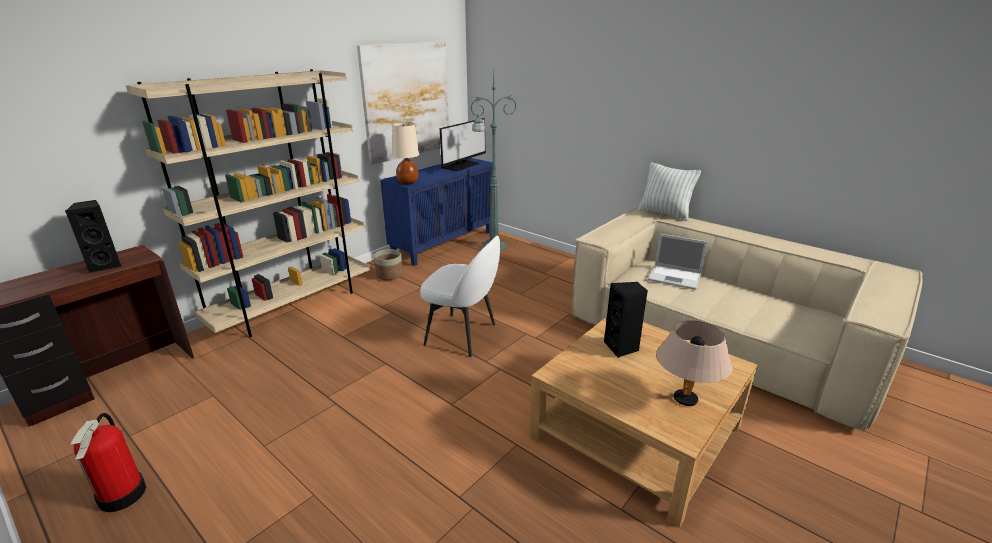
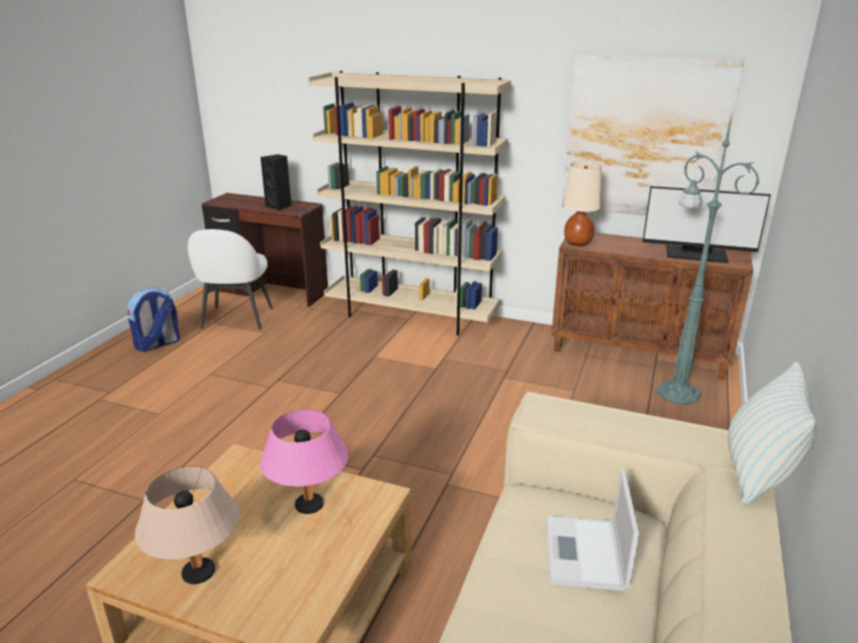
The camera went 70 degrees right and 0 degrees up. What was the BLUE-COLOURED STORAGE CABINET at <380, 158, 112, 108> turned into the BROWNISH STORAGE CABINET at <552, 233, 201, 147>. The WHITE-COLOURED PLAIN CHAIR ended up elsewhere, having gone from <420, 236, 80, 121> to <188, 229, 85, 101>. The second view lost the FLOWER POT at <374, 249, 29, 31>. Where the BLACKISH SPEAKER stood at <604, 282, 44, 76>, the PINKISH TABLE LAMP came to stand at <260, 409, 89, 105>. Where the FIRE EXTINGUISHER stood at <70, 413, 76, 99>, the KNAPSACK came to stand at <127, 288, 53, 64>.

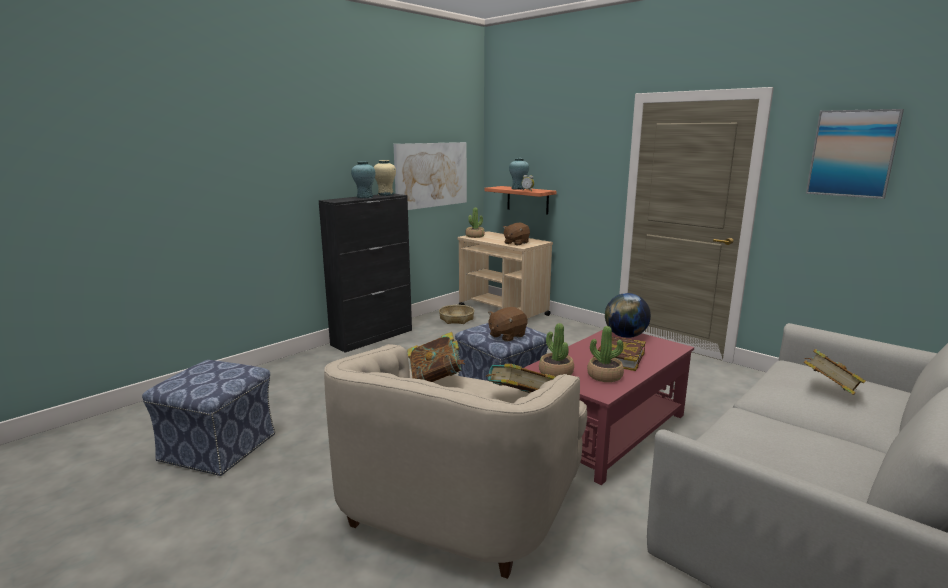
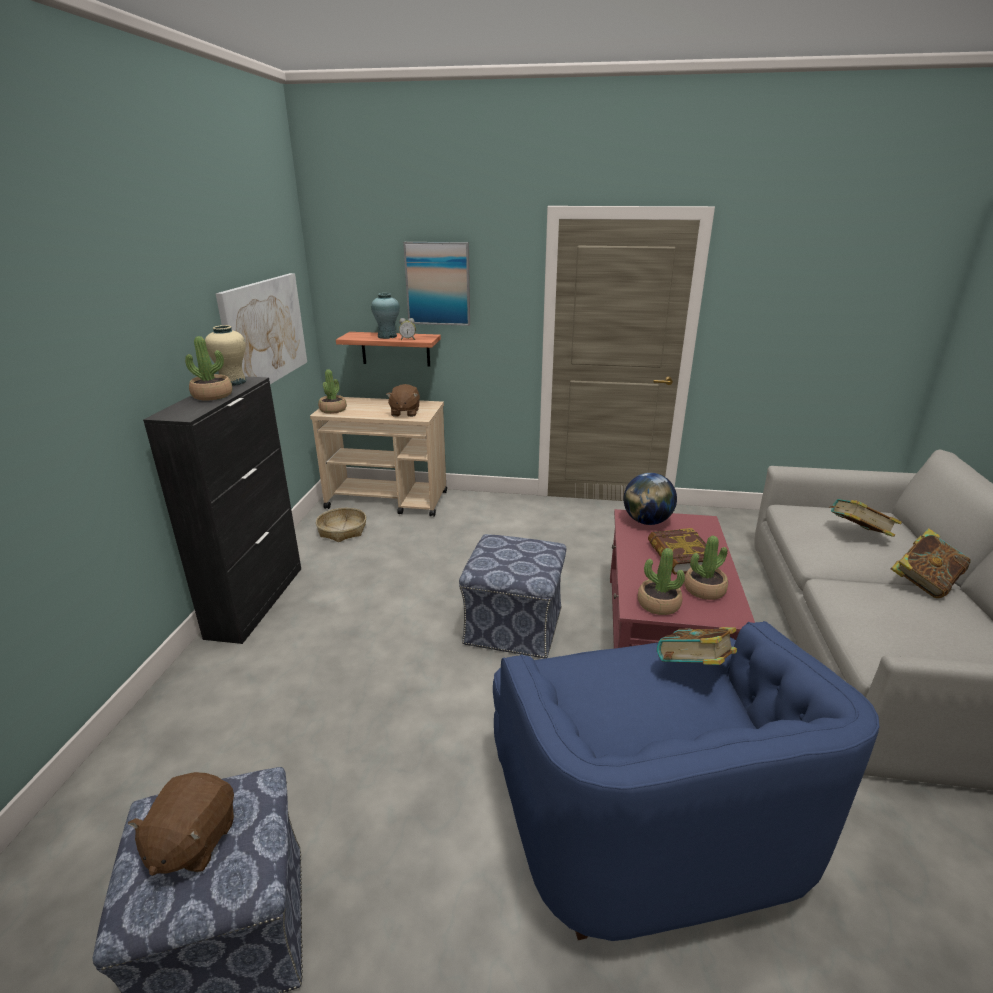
The camera went 35 degrees left and 10 degrees up. The PICTURE ended up elsewhere, having gone from <806, 109, 98, 90> to <403, 242, 67, 84>. Where the TURQUOISE-COLOURED FLOWER VASE stood at <351, 161, 25, 37>, the PLANT IN A POT came to stand at <185, 336, 47, 65>. The BROWNISH SOFT TOY ended up elsewhere, having gone from <488, 307, 40, 35> to <128, 772, 106, 104>. The BOOK ended up elsewhere, having gone from <407, 332, 58, 50> to <891, 528, 80, 70>. What was the BEIGE EASY CHAIR at <324, 344, 263, 235> turned into the BLUE-COLOURED EASY CHAIR at <493, 621, 386, 320>.

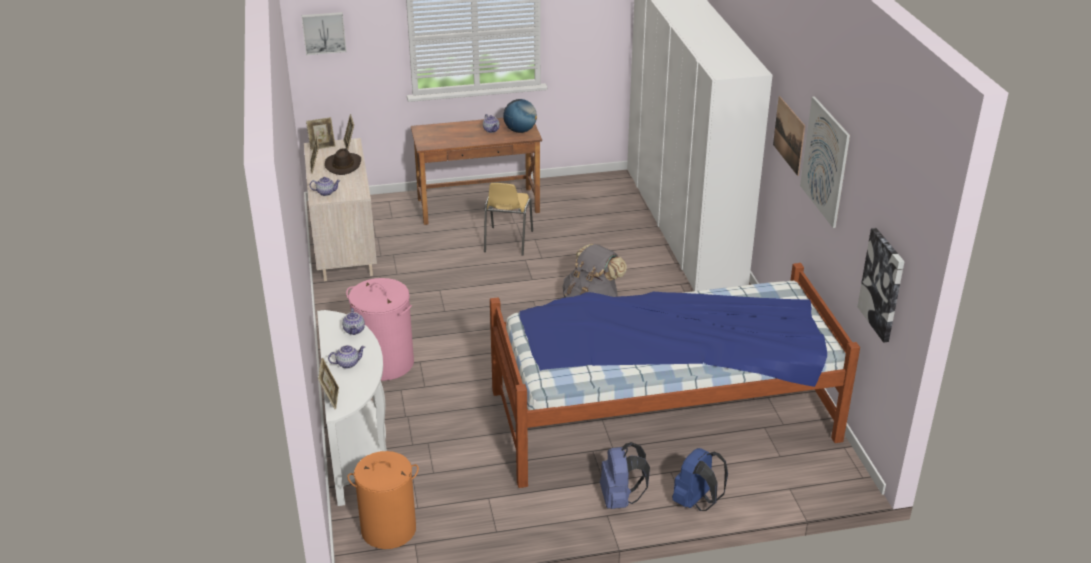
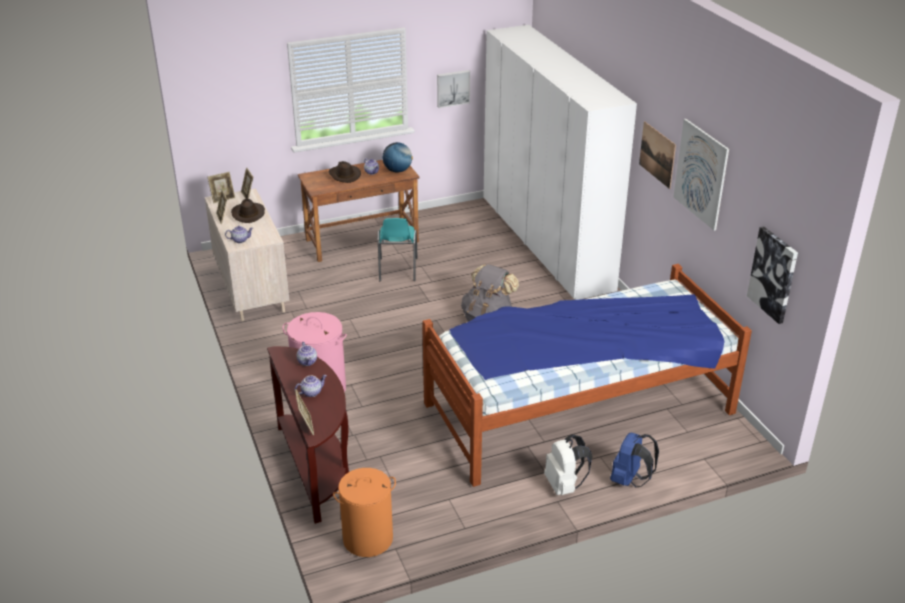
The camera went 10 degrees left and 0 degrees up. The PICTURE ended up elsewhere, having gone from <302, 12, 45, 43> to <437, 70, 33, 38>. What was the YELLOWISH PLAIN CHAIR at <484, 183, 49, 73> turned into the TURQUOISE-COLOURED PLAIN CHAIR at <378, 218, 40, 63>. What was the WHITE-COLOURED NARROW TABLE at <317, 310, 70, 196> turned into the BROWNISH NARROW TABLE at <267, 346, 82, 178>. What was the BLUE-COLOURED KNAPSACK at <600, 442, 50, 67> turned into the WHITE-COLOURED KNAPSACK at <544, 434, 48, 61>. The second view gained the BROWNISH HAT at <329, 161, 32, 22>.

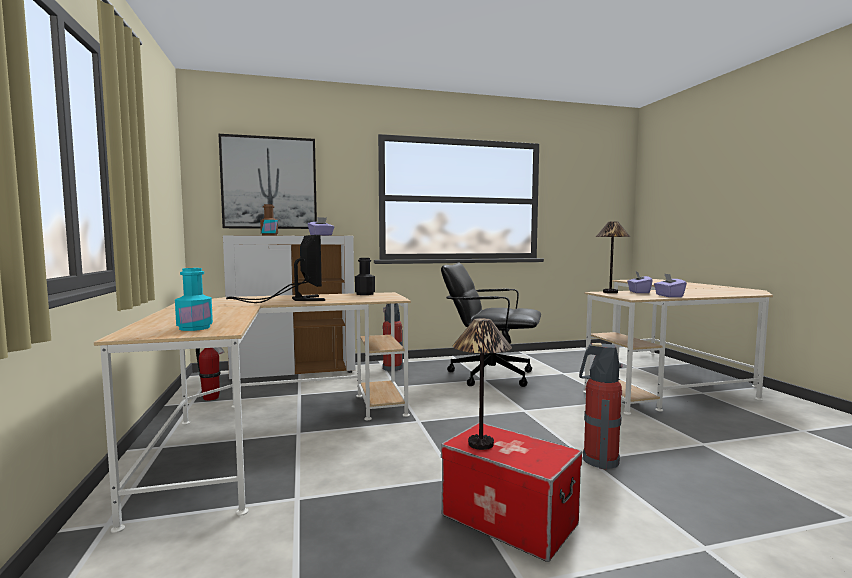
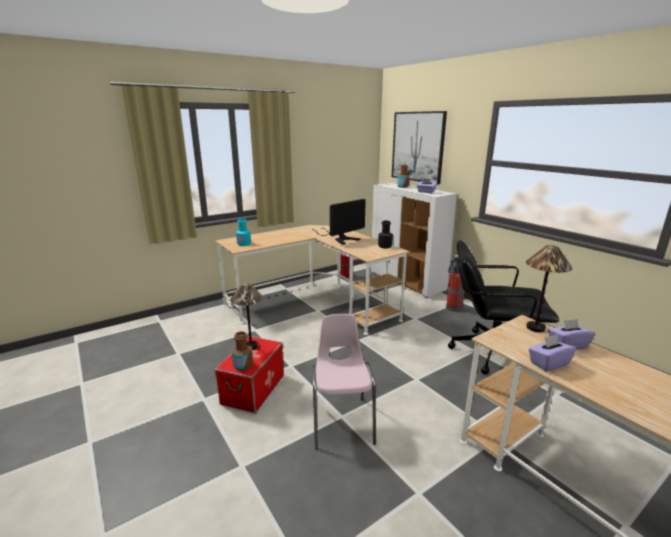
The camera went 70 degrees right and 15 degrees up. The BLACKISH DESK CHAIR at <441, 263, 100, 124> ended up facing another way, 75 degrees counterclockwise from before. Where the FIRE EXTINGUISHER stood at <579, 343, 44, 127>, the PINKISH PLAIN CHAIR came to stand at <312, 314, 64, 136>. The second view gained the BROWNISH BEVERAGE BOTTLE at <232, 331, 21, 40>.

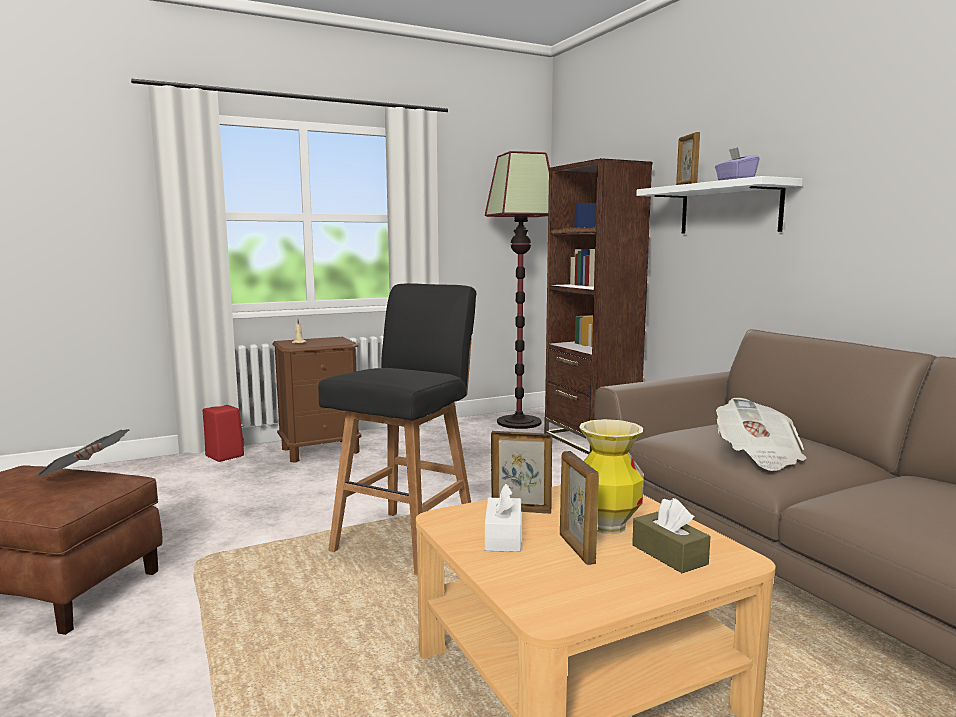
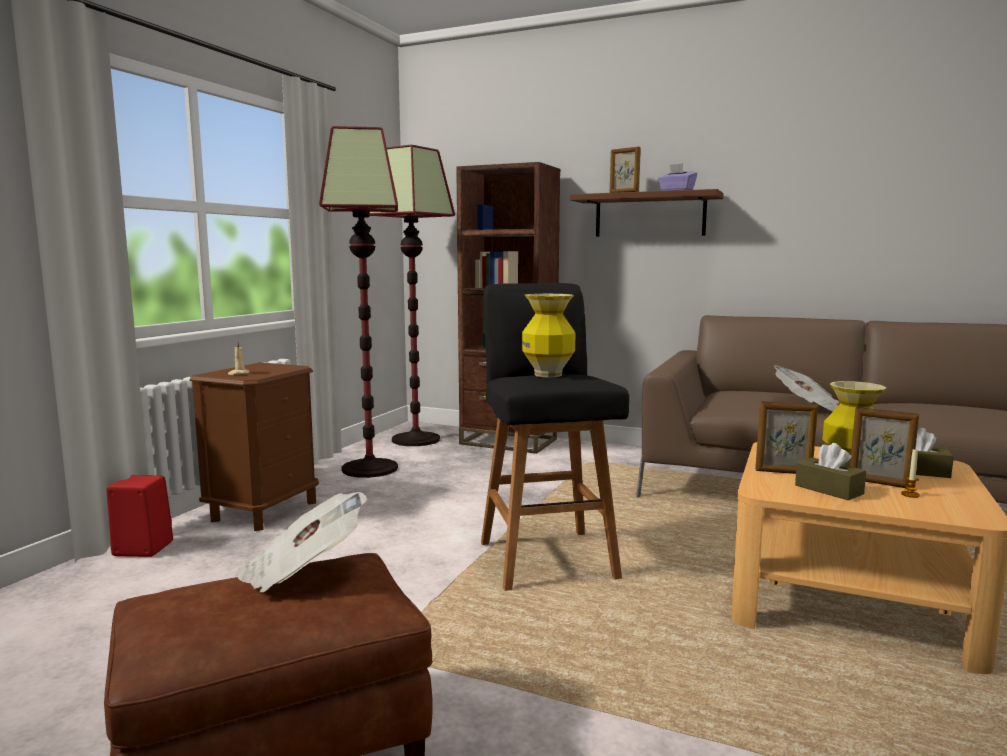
The camera went 40 degrees left and 0 degrees up. What was the WHITE-COLOURED BRACKET SHELF at <636, 176, 167, 57> turned into the BROWNISH BRACKET SHELF at <570, 189, 154, 48>. The PHOTO FRAME at <491, 431, 61, 83> ended up facing another way, 135 degrees counterclockwise from before. What was the WHITE-COLOURED BOX OF TISSUES at <485, 484, 36, 68> turned into the BROWNISH BOX OF TISSUES at <795, 443, 71, 57>. The second view gained the FLOOR LAMP at <319, 126, 79, 352>. The second view gained the FLOWER VASE at <522, 294, 54, 83>. The second view gained the WAX LIGHT at <901, 448, 19, 50>.

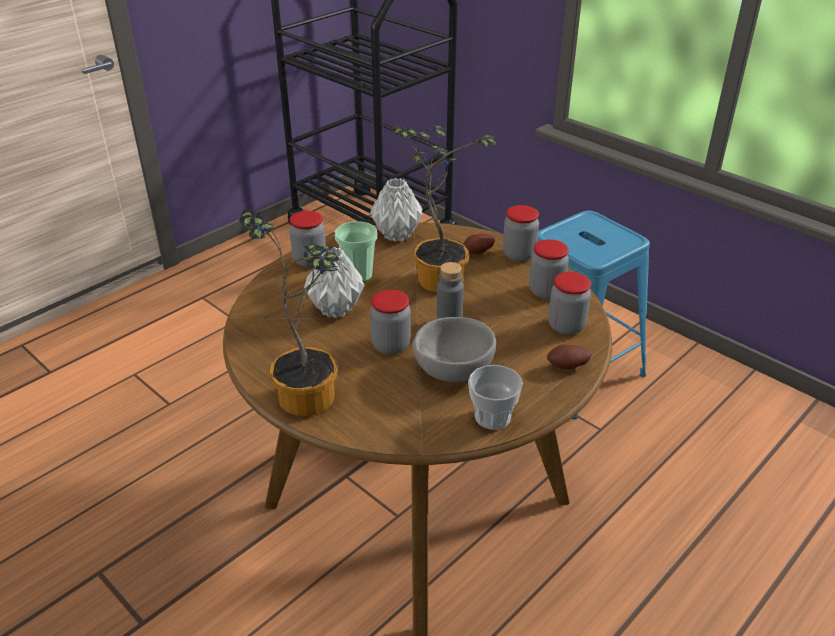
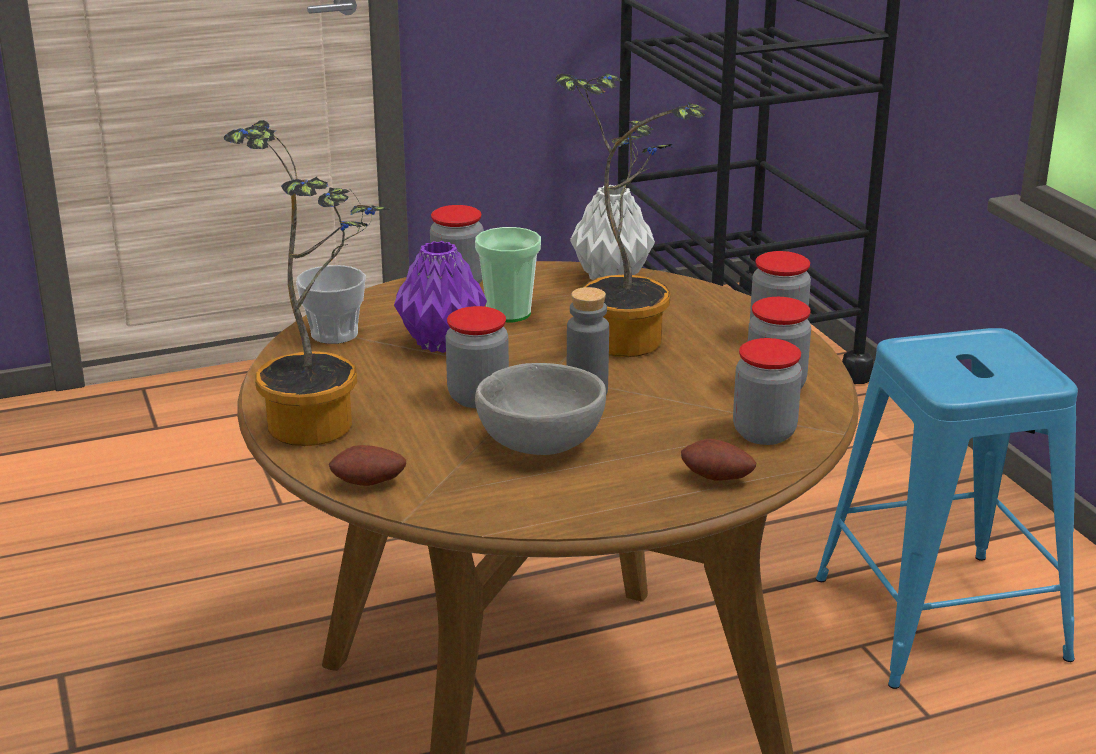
The camera went 25 degrees right and 10 degrees down. The WHOLE POTATO ended up elsewhere, having gone from <463, 234, 32, 20> to <329, 445, 77, 41>. What was the GREYISH FLOWER VASE at <304, 247, 61, 71> turned into the PURPLE FLOWER VASE at <394, 241, 93, 112>. The DRINKING CUP ended up elsewhere, having gone from <468, 365, 55, 65> to <296, 265, 70, 79>.

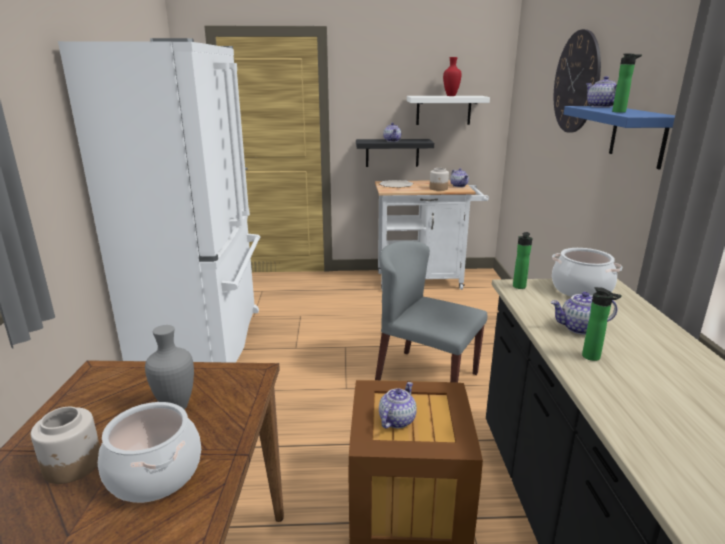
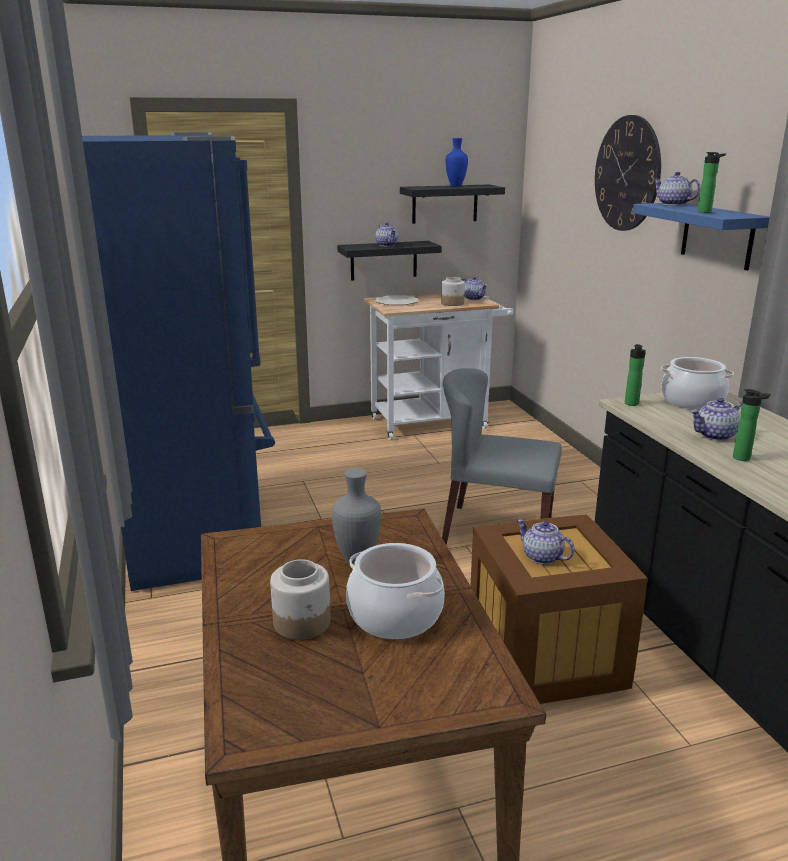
The camera went 15 degrees left and 0 degrees up. What was the WHITE-COLOURED KITCHEN FRIDGE at <58, 38, 202, 325> turned into the BLUE-COLOURED KITCHEN FRIDGE at <82, 132, 193, 459>. What was the REDDISH FLOWER VASE at <443, 57, 19, 39> turned into the BLUE-COLOURED FLOWER VASE at <446, 138, 22, 49>. What was the WHITE-COLOURED BRACKET SHELF at <407, 96, 83, 29> turned into the BLACKISH BRACKET SHELF at <400, 184, 105, 40>. The TEA POT at <379, 382, 38, 46> ended up facing another way, 60 degrees counterclockwise from before.

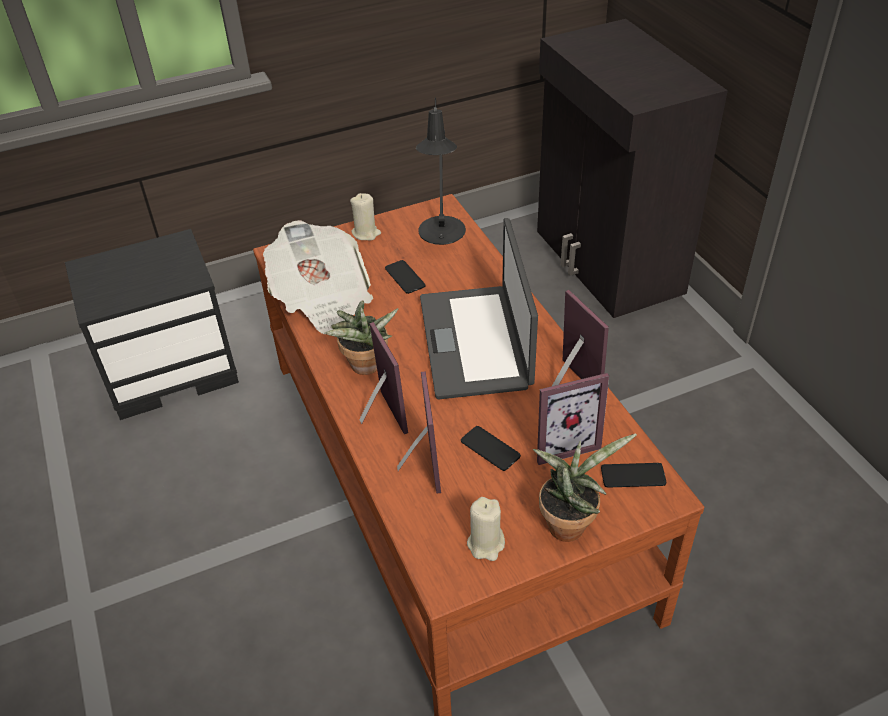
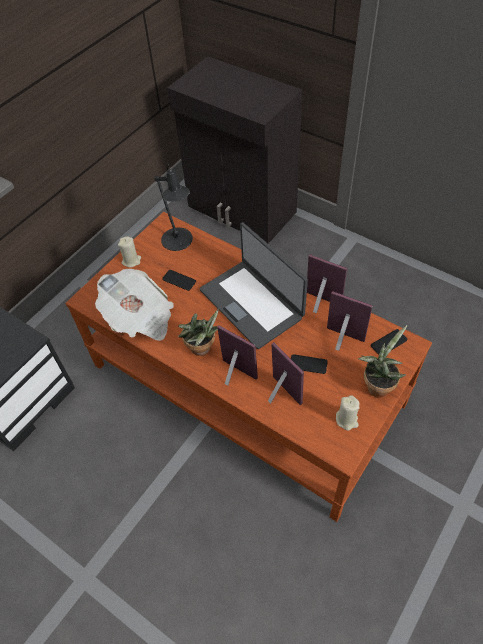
The camera went 30 degrees left and 10 degrees up. The PHOTO FRAME at <537, 373, 72, 92> ended up facing another way, 105 degrees counterclockwise from before.

